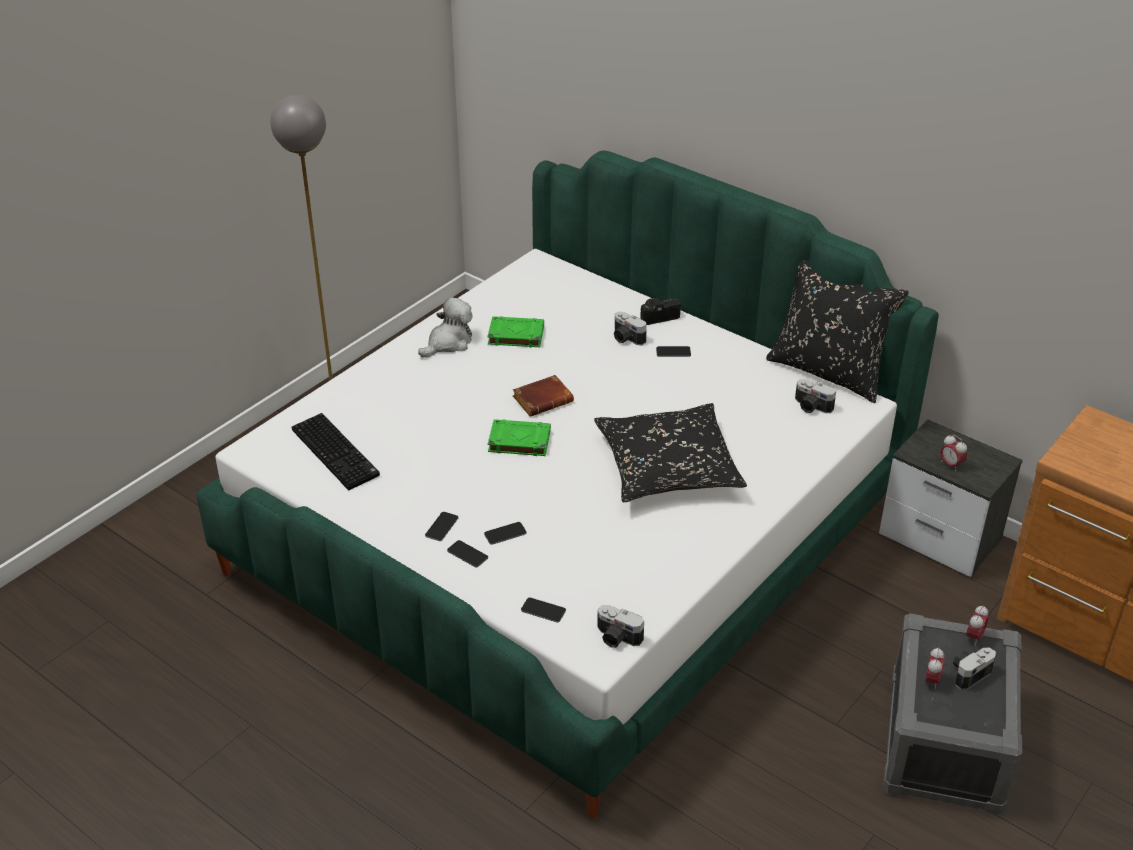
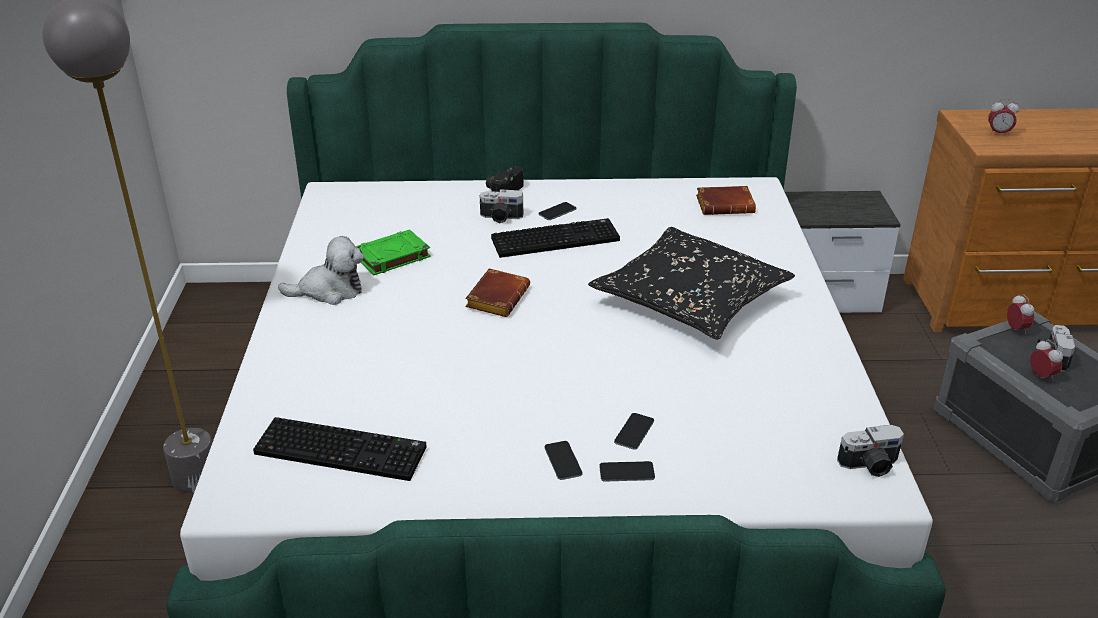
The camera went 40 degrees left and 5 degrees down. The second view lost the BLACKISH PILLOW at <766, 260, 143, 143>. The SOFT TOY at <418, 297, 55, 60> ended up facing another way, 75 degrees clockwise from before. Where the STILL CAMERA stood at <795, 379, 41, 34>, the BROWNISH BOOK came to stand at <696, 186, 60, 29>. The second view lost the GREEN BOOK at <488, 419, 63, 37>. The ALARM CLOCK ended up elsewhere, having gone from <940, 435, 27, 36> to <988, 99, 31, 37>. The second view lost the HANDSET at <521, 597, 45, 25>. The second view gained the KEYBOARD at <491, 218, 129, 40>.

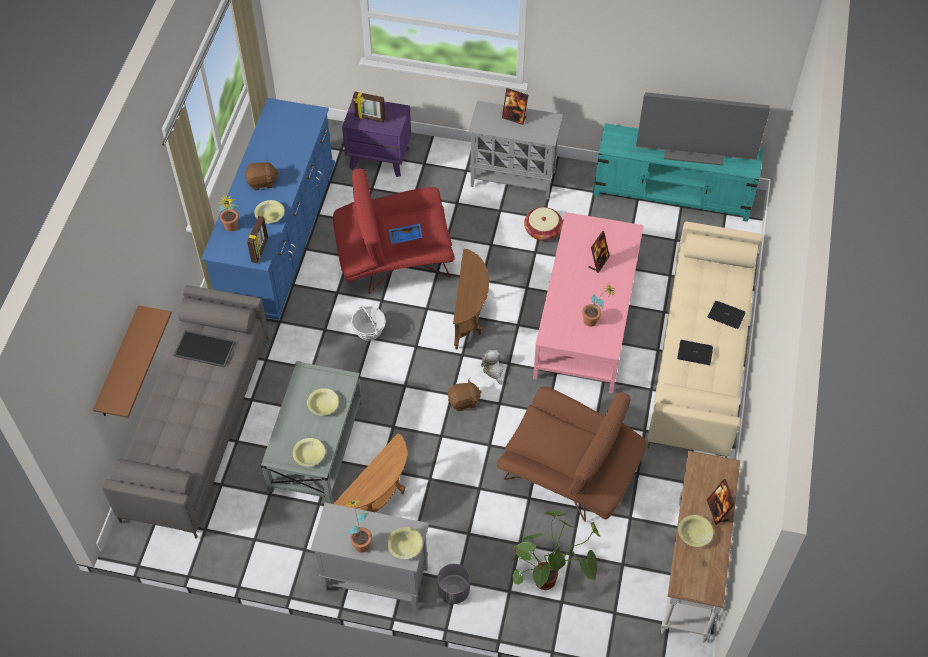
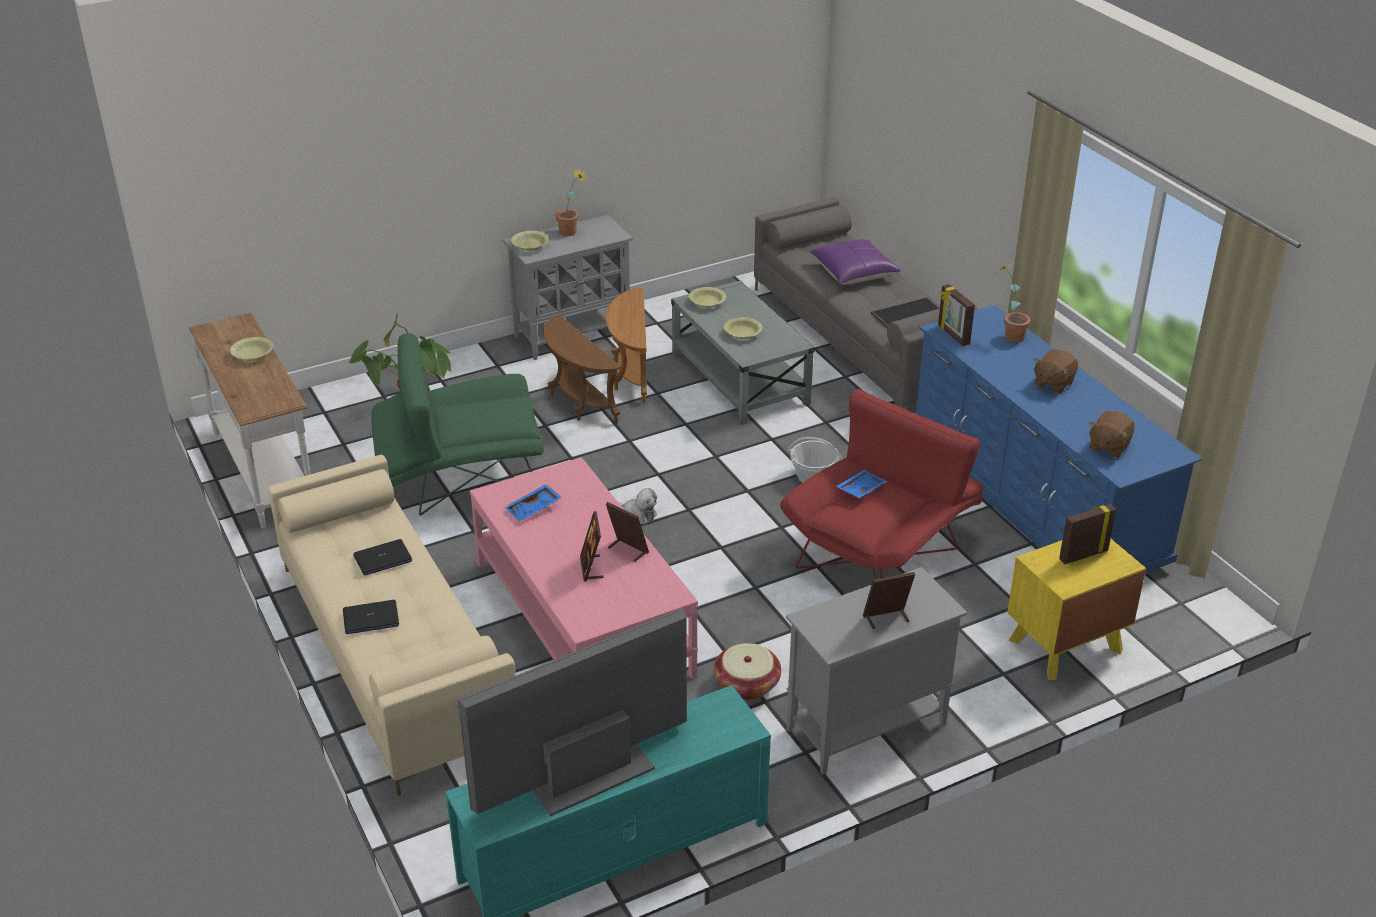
The camera went 140 degrees right and 20 degrees down. What was the PURPLE NIGHT TABLE at <342, 98, 69, 79> turned into the YELLOWISH NIGHT TABLE at <1007, 539, 139, 141>. The second view lost the YELLOWISH DEEP DISH at <254, 200, 31, 23>. The BROWNISH SIDE TABLE ended up elsewhere, having gone from <453, 249, 36, 101> to <543, 314, 78, 110>. Where the PLANT IN A POT stood at <582, 283, 33, 44>, the BLUE-COLOURED SERVING TRAY came to stand at <504, 484, 58, 37>. The second view lost the BROWNISH BRACKET SHELF at <93, 305, 79, 113>. The BROWNISH SOFT TOY ended up elsewhere, having gone from <448, 379, 34, 32> to <1089, 411, 46, 47>. What was the BROWNISH EASY CHAIR at <497, 386, 149, 136> turned into the GREEN EASY CHAIR at <371, 333, 173, 183>. The PHOTO FRAME ended up elsewhere, having gone from <707, 479, 28, 46> to <606, 502, 43, 60>. The second view lost the GREYISH FLOWER POT at <437, 564, 33, 40>. The second view gained the PURPLE PILLOW at <810, 239, 91, 46>.

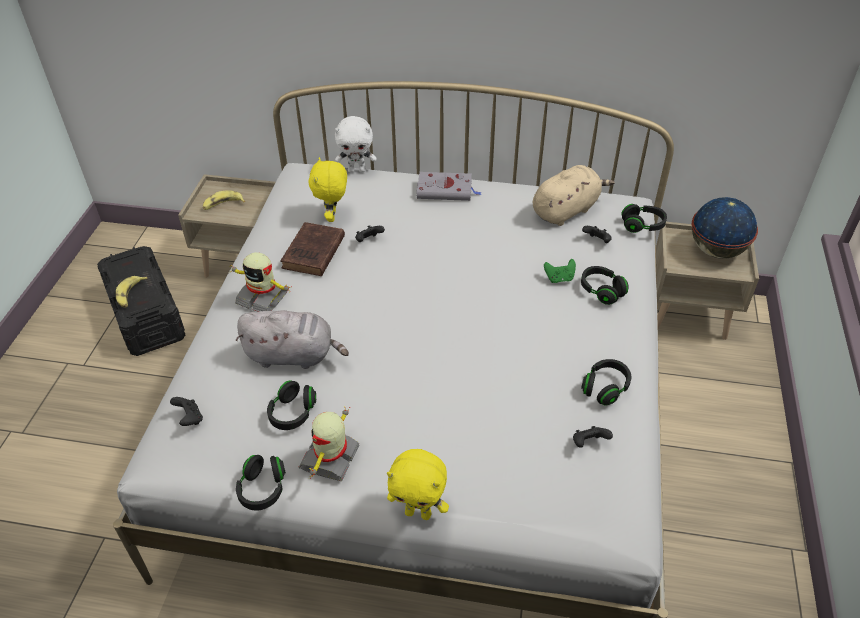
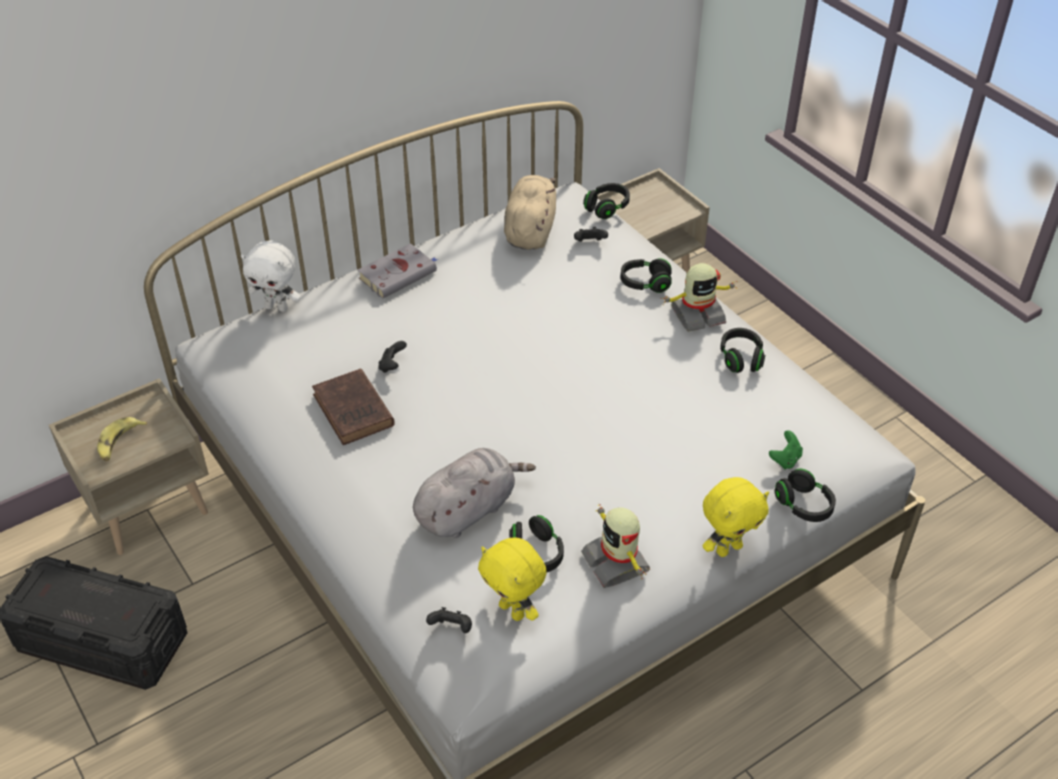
The camera went 45 degrees left and 0 degrees up. The WHITE-COLOURED SOFT TOY at <335, 116, 42, 57> ended up facing another way, 60 degrees clockwise from before. The YELLOWISH SOFT TOY ended up elsewhere, having gone from <308, 157, 39, 65> to <478, 537, 69, 84>. The second view lost the WORLD GLOBE at <692, 197, 66, 62>. The MODEL ROBOT ended up elsewhere, having gone from <229, 252, 61, 60> to <661, 263, 76, 69>. The GREEN JOYPAD ended up elsewhere, having gone from <544, 259, 32, 24> to <769, 430, 34, 40>. The second view lost the BANANA FRUIT at <116, 276, 32, 32>. The second view lost the BLACKISH JOYPAD at <573, 426, 40, 22>. The BLACKISH HEADSET ended up elsewhere, having gone from <236, 455, 50, 56> to <775, 468, 61, 54>.

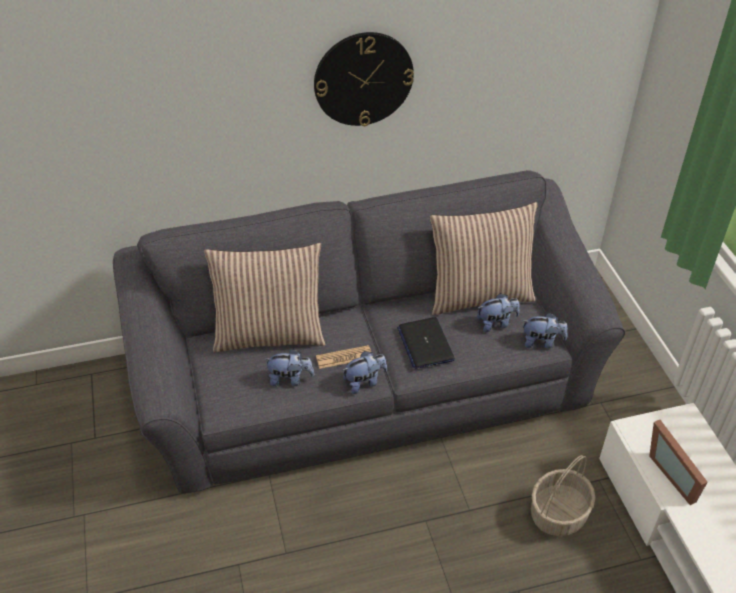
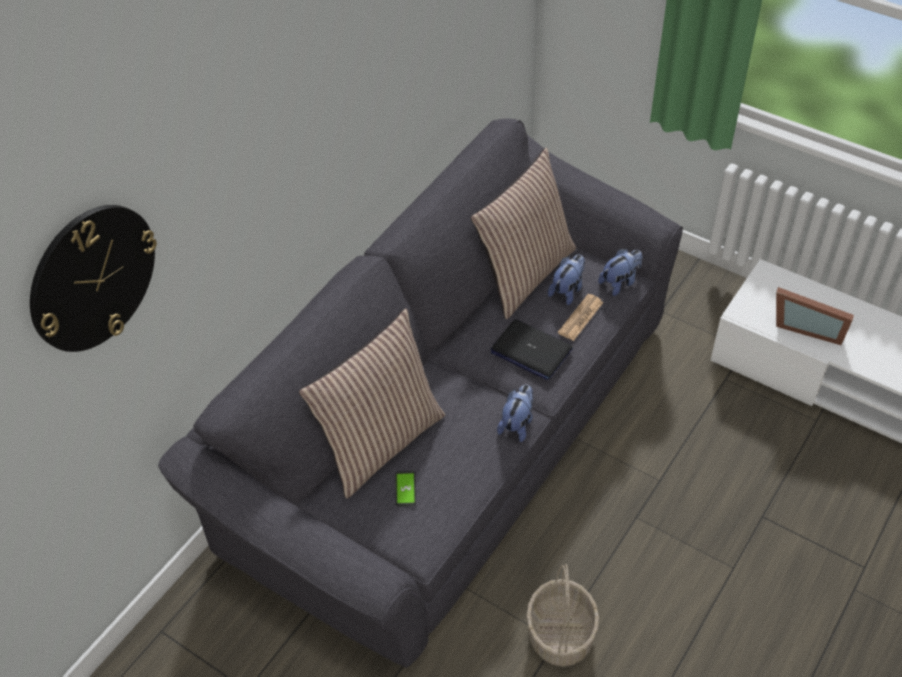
The camera went 40 degrees left and 5 degrees up. The WALL CLOCK ended up elsewhere, having gone from <314, 32, 100, 94> to <30, 205, 127, 147>. The PRINTED PAPER ended up elsewhere, having gone from <316, 345, 55, 24> to <558, 294, 46, 47>. The second view lost the SOFT TOY at <264, 349, 50, 38>. The STORAGE BASKET ended up elsewhere, having gone from <531, 455, 64, 81> to <526, 564, 73, 103>. The second view gained the HANDSET at <396, 471, 20, 36>.

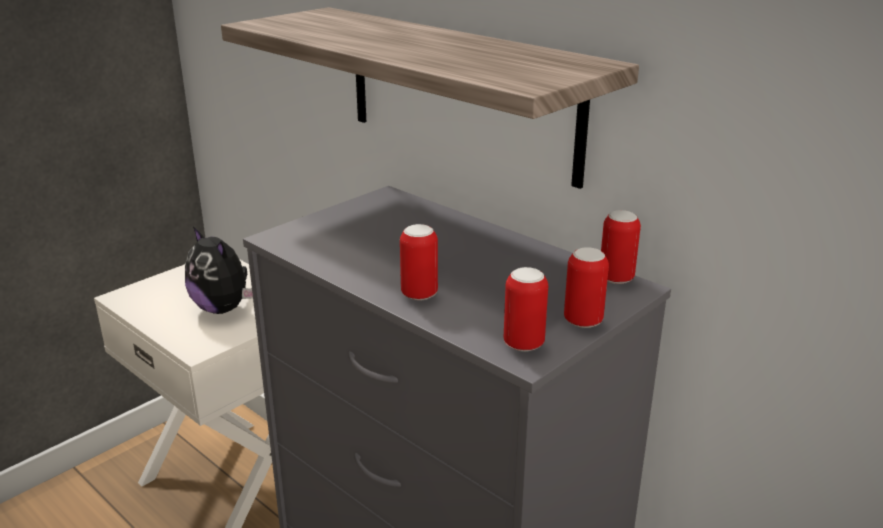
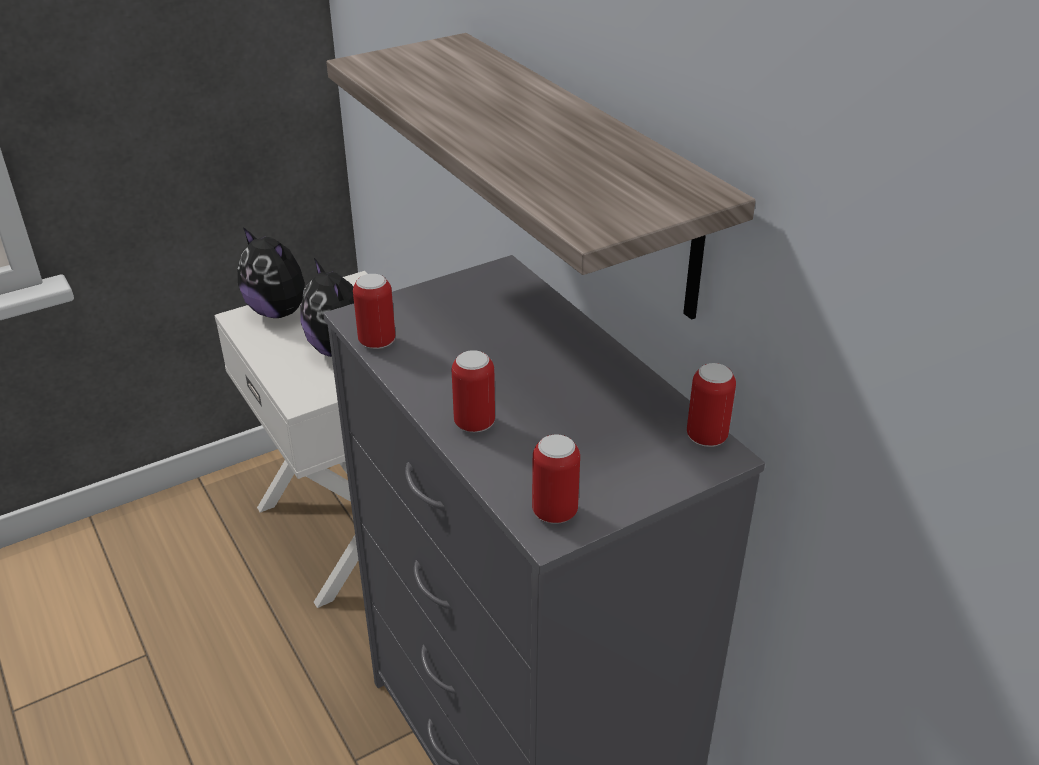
The camera went 15 degrees right and 10 degrees up. The CAN ended up elsewhere, having gone from <564, 247, 45, 81> to <353, 274, 42, 75>. The second view gained the SOFT TOY at <238, 227, 67, 91>.

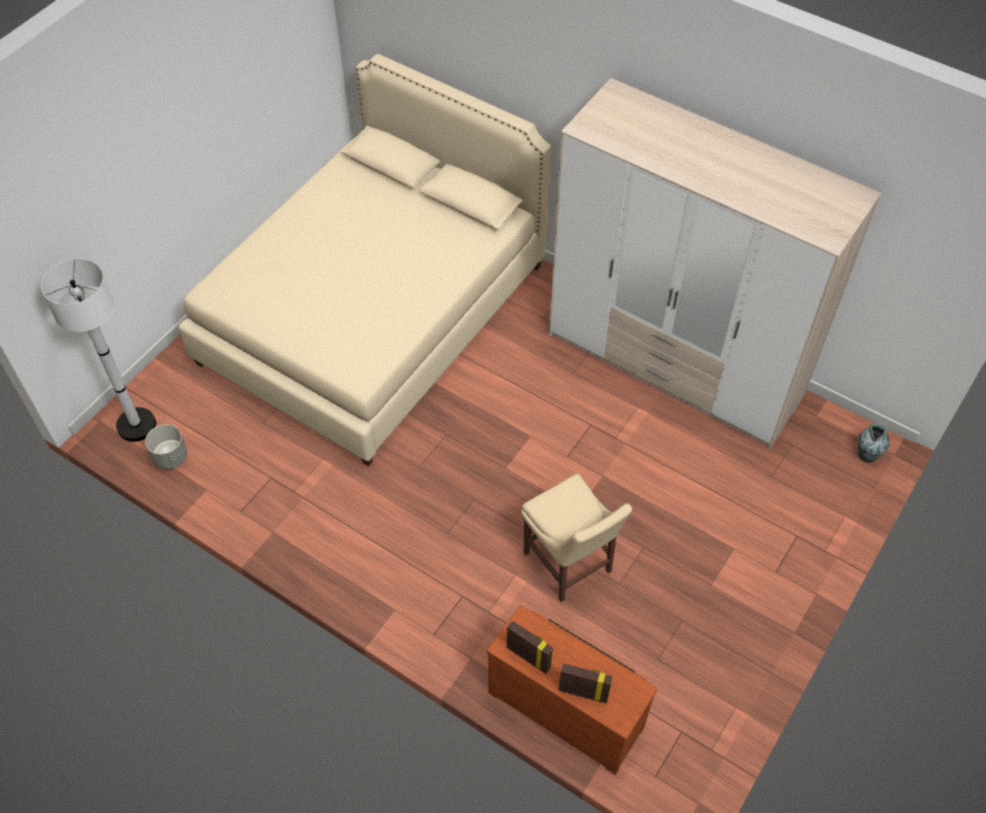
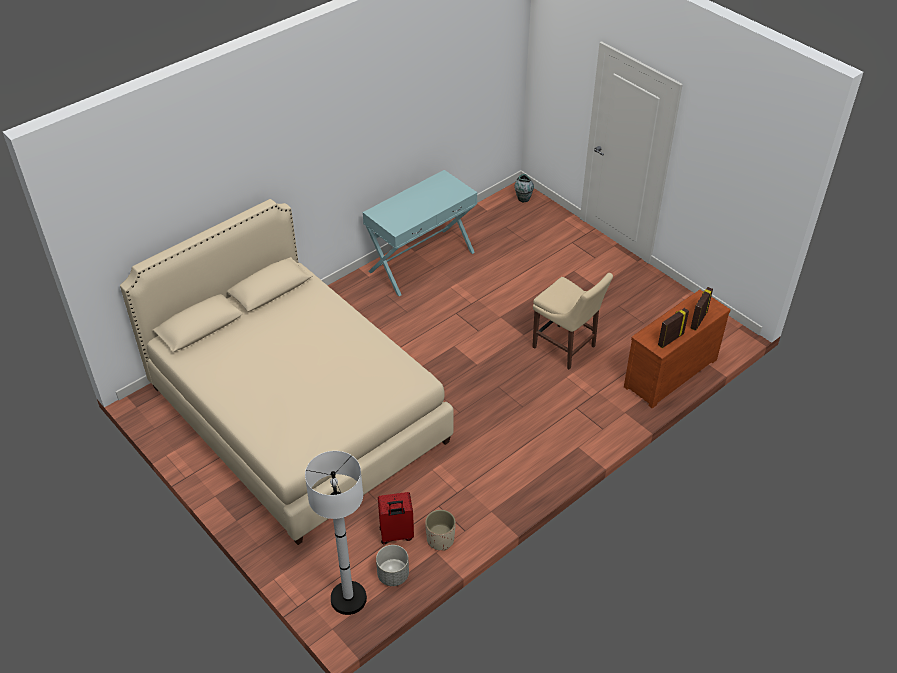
The camera went 75 degrees left and 10 degrees down. Where the WARDROBE stood at <549, 78, 332, 372>, the TURQUOISE-COLOURED NARROW TABLE came to stand at <363, 170, 114, 126>. The BEIGE PLAIN CHAIR at <521, 474, 111, 128> ended up facing another way, 60 degrees clockwise from before. The second view gained the REDDISH PIECE OF LUGGAGE at <378, 492, 36, 52>. The second view gained the BEIGE FLOWER POT at <425, 509, 31, 42>.

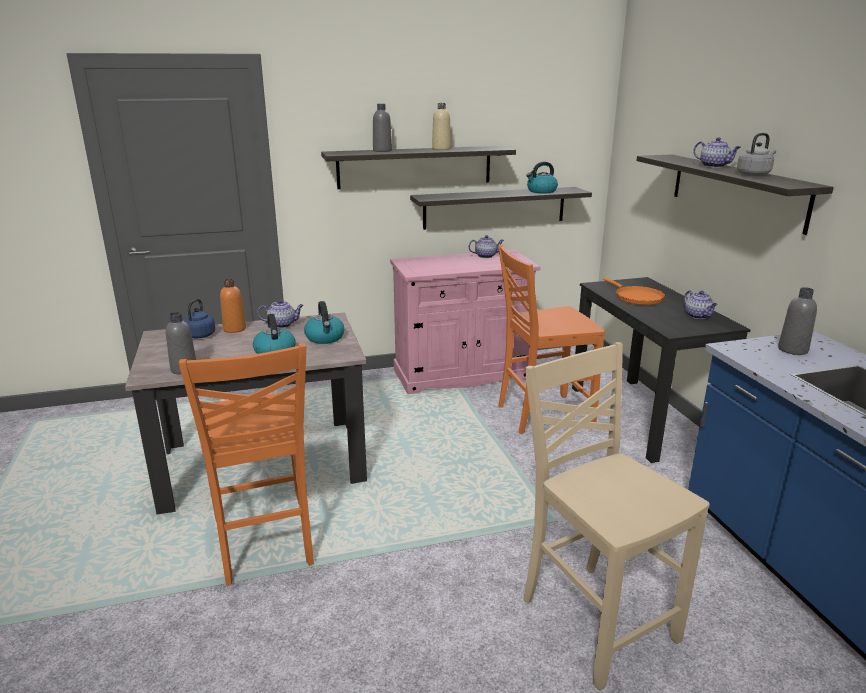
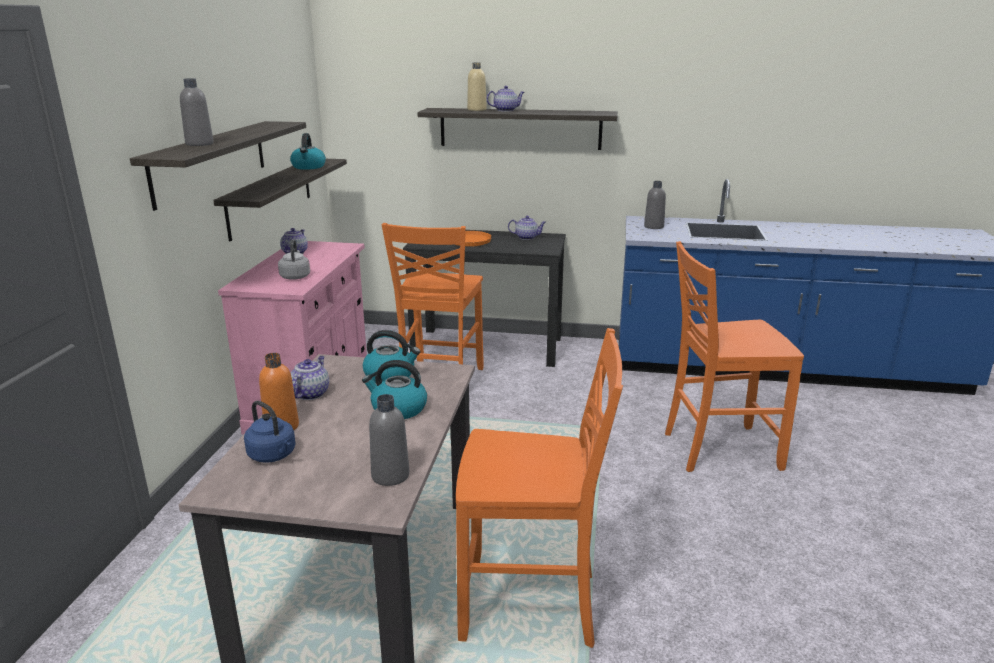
The camera went 65 degrees left and 0 degrees up. The BEIGE BEVERAGE BOTTLE ended up elsewhere, having gone from <432, 103, 19, 47> to <467, 62, 20, 49>. The GREYISH WATER KETTLE ended up elsewhere, having gone from <737, 133, 39, 43> to <278, 239, 32, 41>. What was the BEIGE PLAIN CHAIR at <523, 342, 187, 348> turned into the ORANGE PLAIN CHAIR at <665, 241, 139, 231>.

